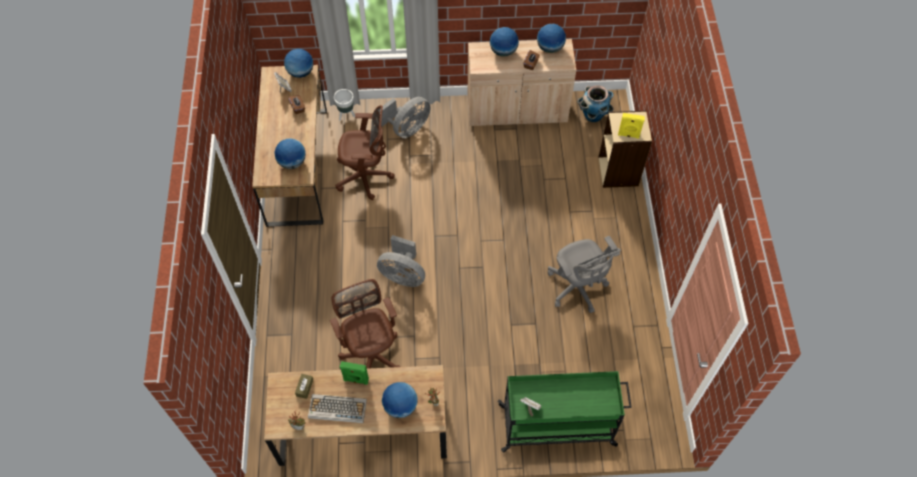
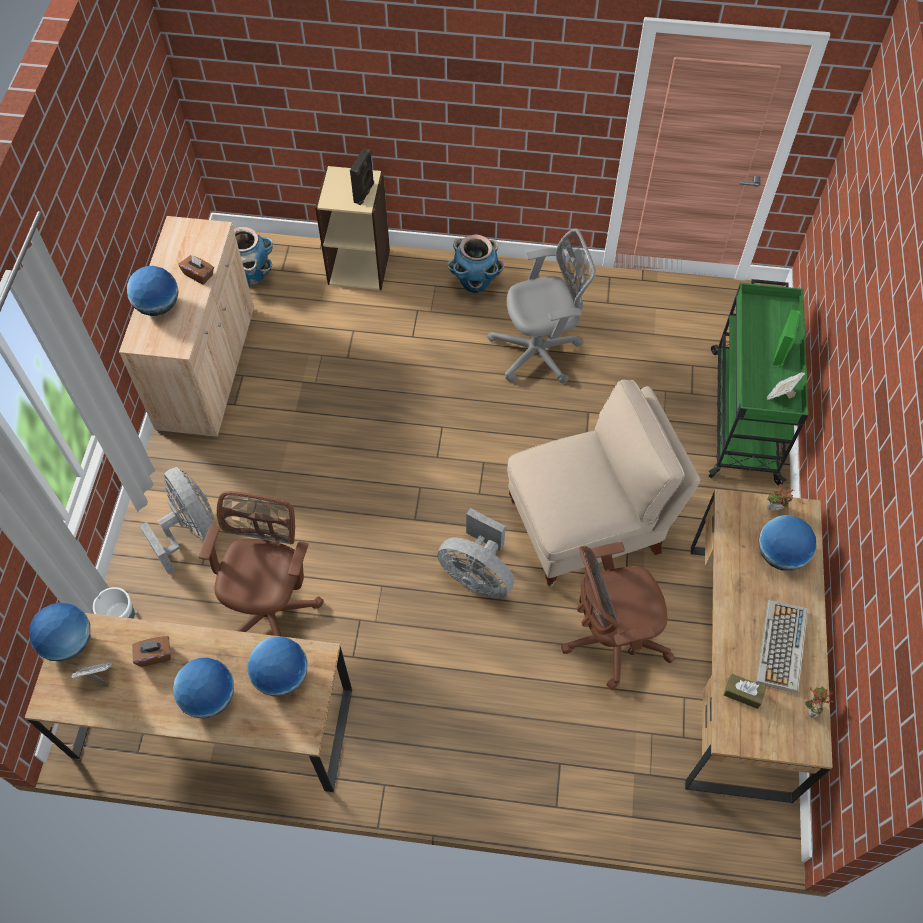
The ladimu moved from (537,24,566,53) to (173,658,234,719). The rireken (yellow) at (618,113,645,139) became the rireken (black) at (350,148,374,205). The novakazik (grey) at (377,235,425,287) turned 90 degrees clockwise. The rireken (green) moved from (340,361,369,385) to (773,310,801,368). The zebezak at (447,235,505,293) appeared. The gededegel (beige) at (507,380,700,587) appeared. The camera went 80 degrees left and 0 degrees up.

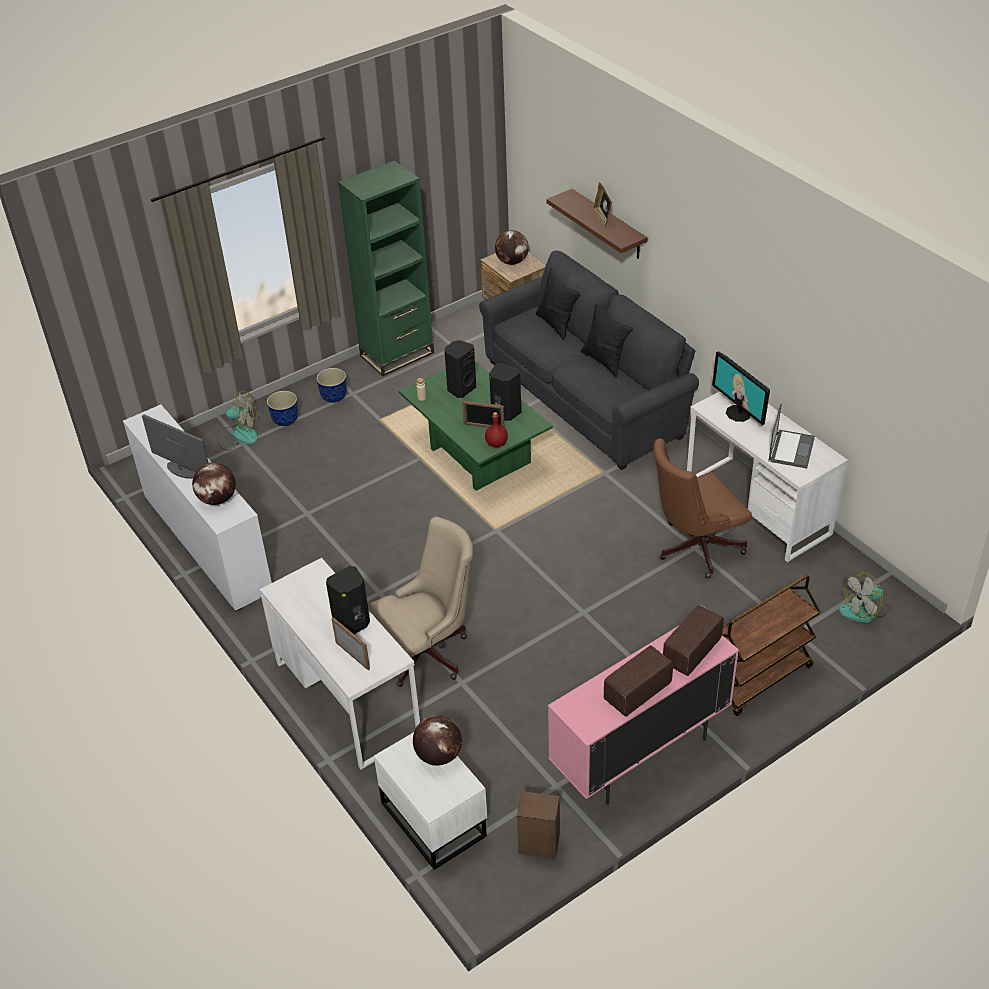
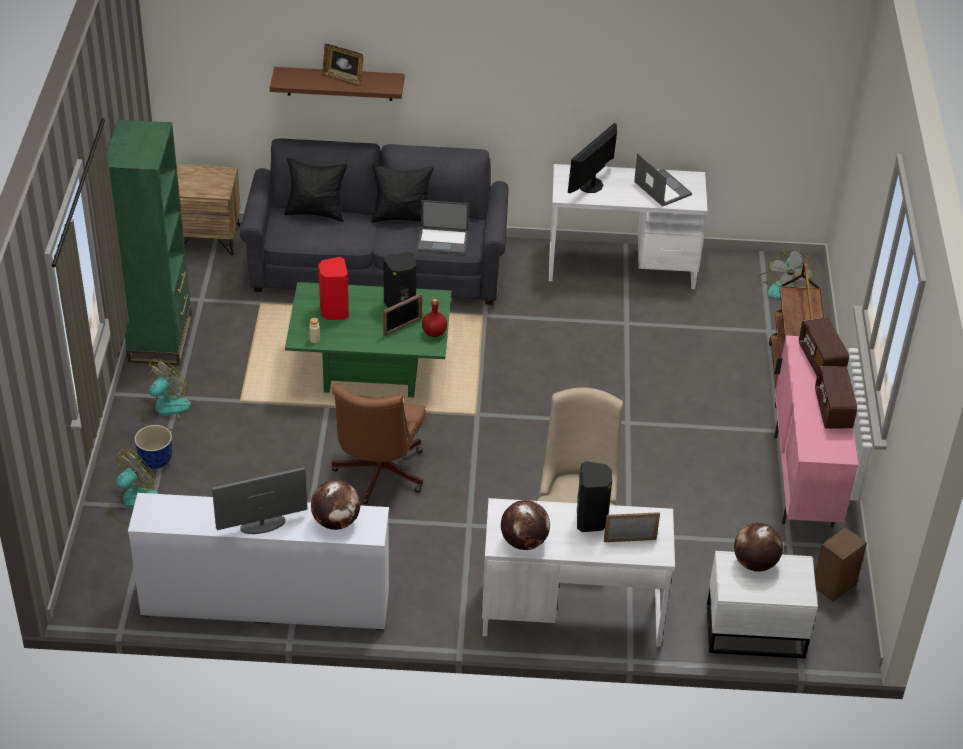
The ladimu moved from (495,230,529,265) to (501,500,550,550). The rireken (black) at (444,340,476,398) became the rireken (red) at (319,257,349,320). The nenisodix at (712,351,770,425) turned 120 degrees clockwise. The zebezak at (316,368,347,403) was replaced by the novakazik at (143,359,191,430). The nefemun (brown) moved from (654,438,752,578) to (331,383,426,504). The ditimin at (417,200,469,254) appeared. The camera went 55 degrees left and 0 degrees up.

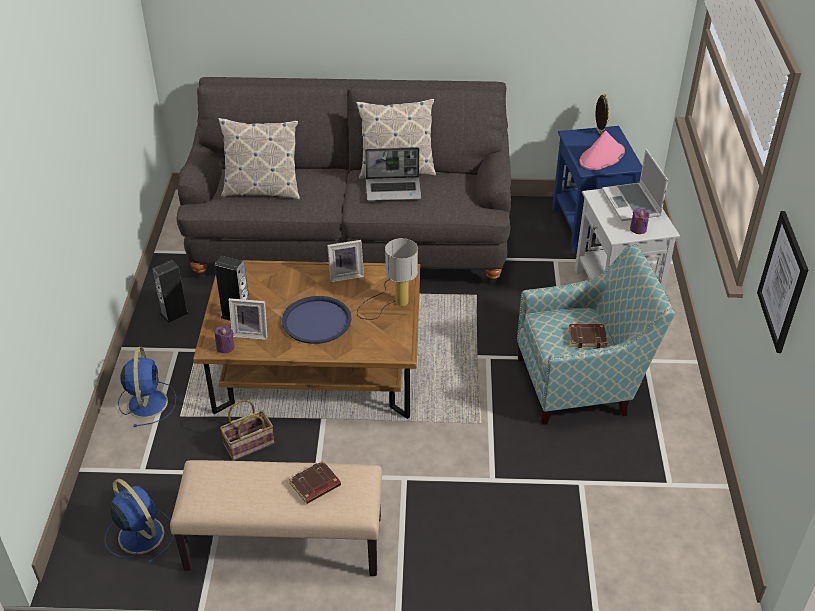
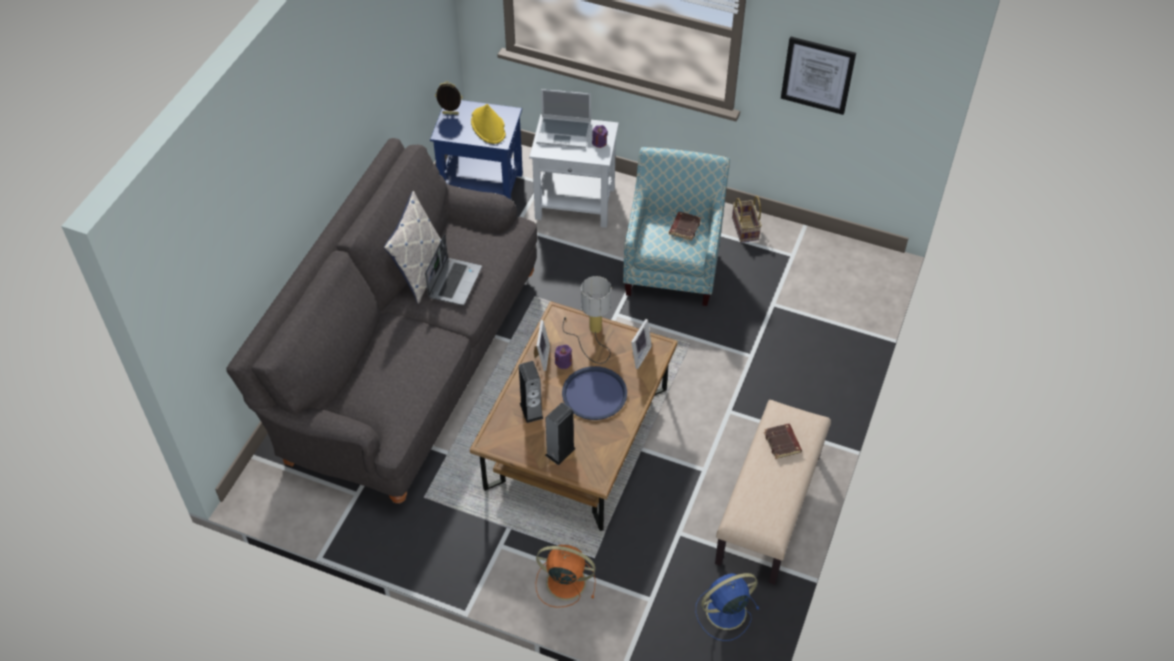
The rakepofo at (218,118,300,200) disappeared. The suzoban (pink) at (580,131,625,170) became the suzoban (yellow) at (471,104,506,144). The rireken moved from (152,260,189,323) to (519,361,544,423). The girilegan moved from (229,298,268,340) to (631,319,652,369). The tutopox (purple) moved from (214,325,235,353) to (555,345,572,369). The novakazik (blue) at (118,347,176,427) became the novakazik (orange) at (536,545,596,608). The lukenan moved from (220,400,274,461) to (732,196,762,243). The camera went 70 degrees left and 10 degrees up.

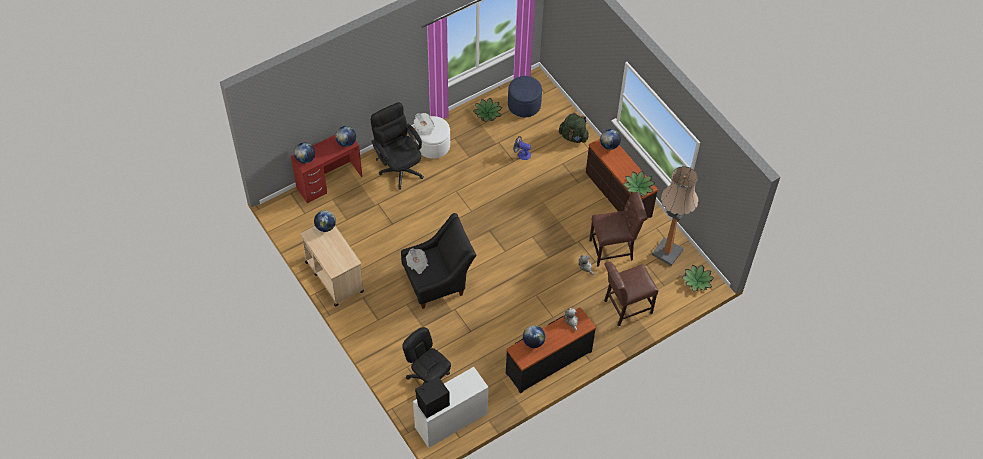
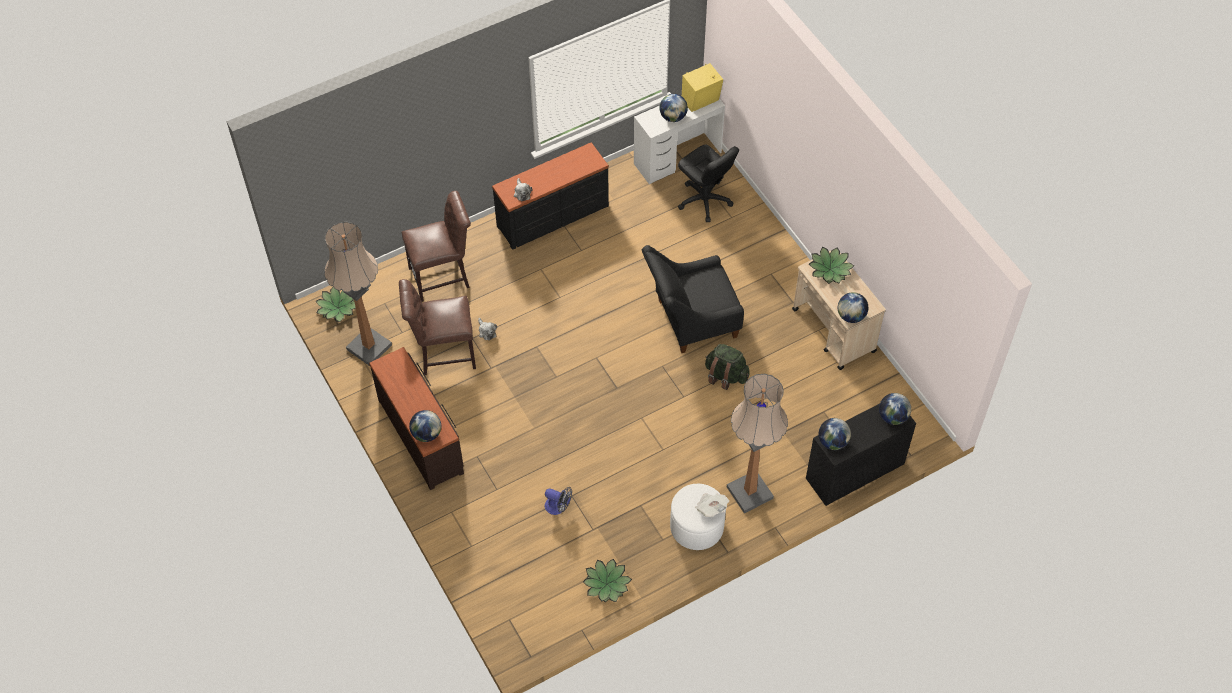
The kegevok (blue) at (508,76,542,117) disappeared. The nefemun (black) at (371,102,424,190) was replaced by the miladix at (727,374,788,513). The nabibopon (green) moved from (559,113,589,143) to (705,344,750,390). The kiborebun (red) at (291,134,362,204) became the kiborebun (black) at (806,404,916,506). The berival moved from (623,171,655,197) to (809,247,854,284). The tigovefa at (406,248,428,274) disappeared. The ladimu moved from (523,325,545,348) to (659,94,688,122). The rireken (black) at (415,376,450,418) became the rireken (yellow) at (682,63,723,112). The camera went 175 degrees left and 0 degrees up.

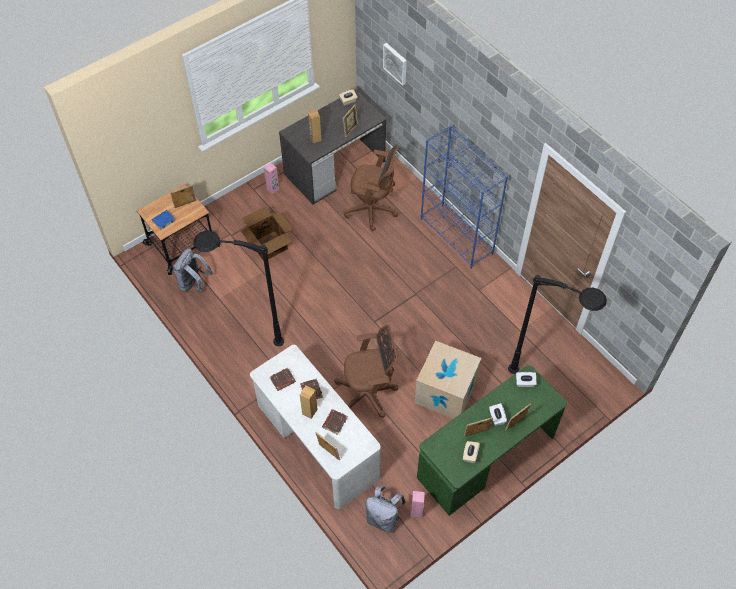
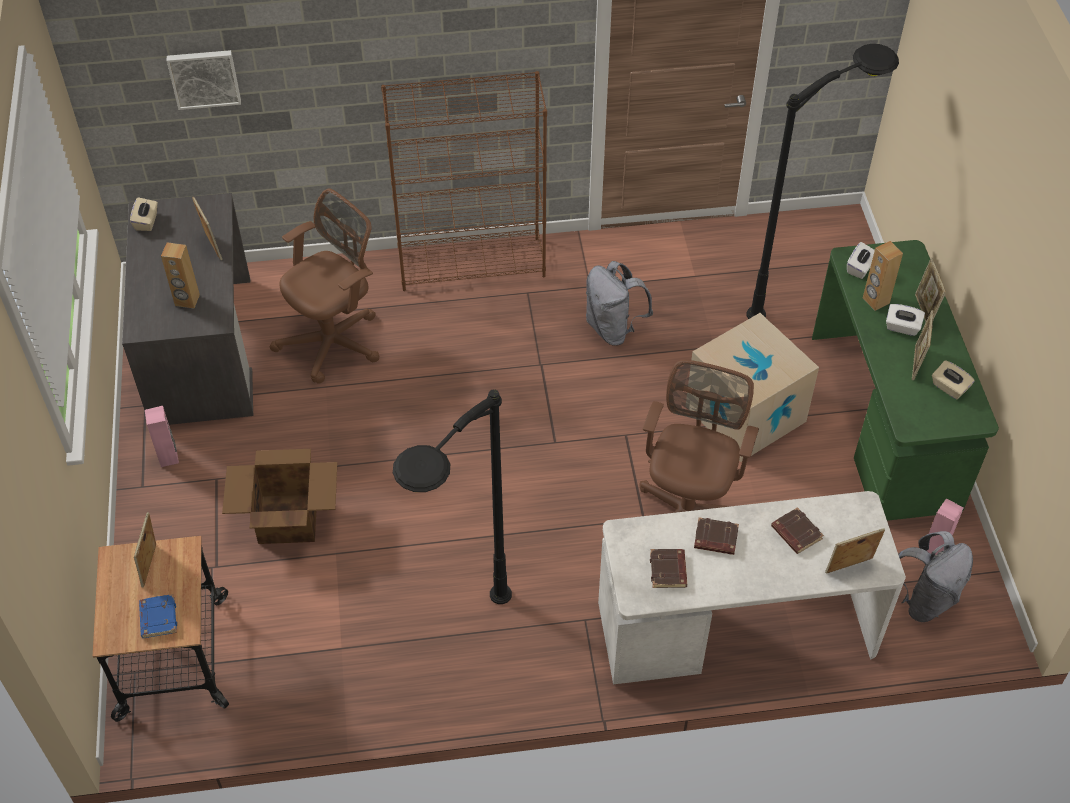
The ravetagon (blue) at (421,125,508,269) became the ravetagon (brown) at (381,71,547,291). The nabibopon (grey) moved from (173,249,213,293) to (586,261,653,346). The rireken (brown) moved from (300,385,318,419) to (863,241,903,311). The camera went 60 degrees left and 5 degrees down.

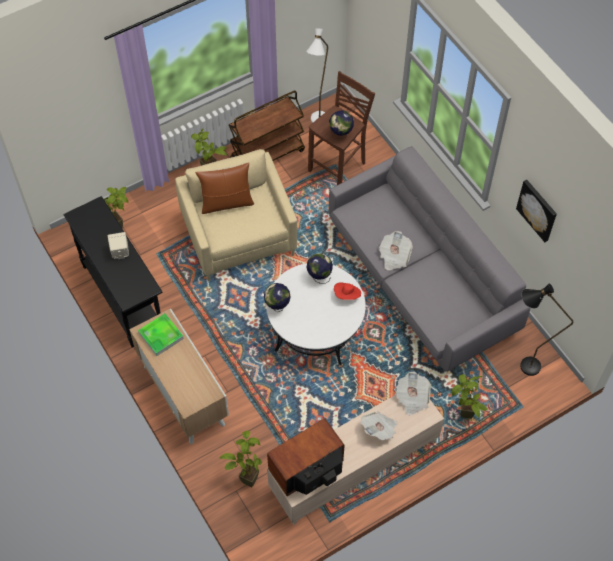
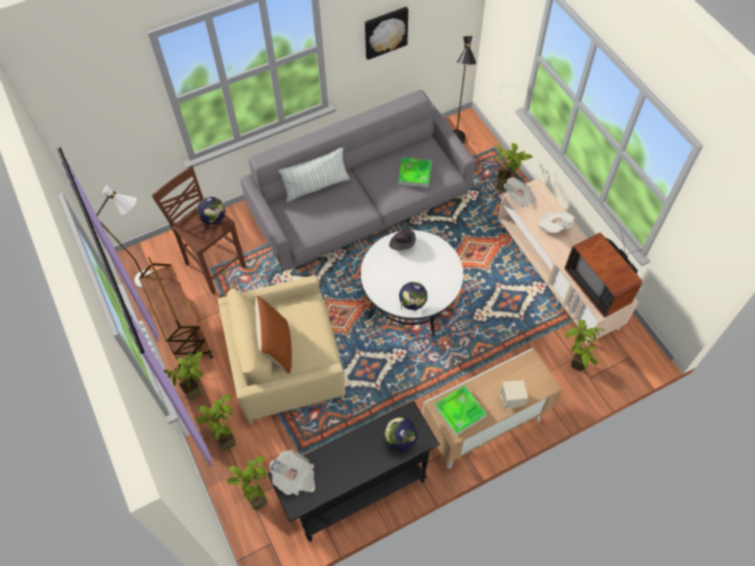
The tigovefa moved from (379,231,413,270) to (269,450,315,495). The rireken (beige) moved from (108,232,129,259) to (500,380,528,409). The ladimu moved from (307,253,333,284) to (384,417,418,451). The suzoban (red) at (334,283,361,300) became the suzoban (black) at (389,230,416,250). The rakepofo at (279,147,350,202) appeared. The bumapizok at (398,158,431,187) appeared. The berival at (195,395,236,451) appeared. The camera went 85 degrees left and 0 degrees up.

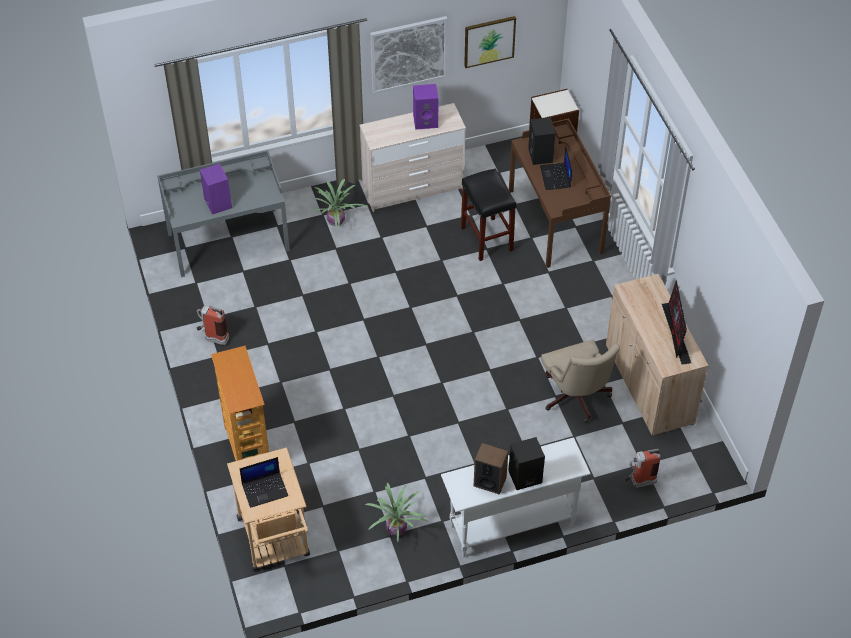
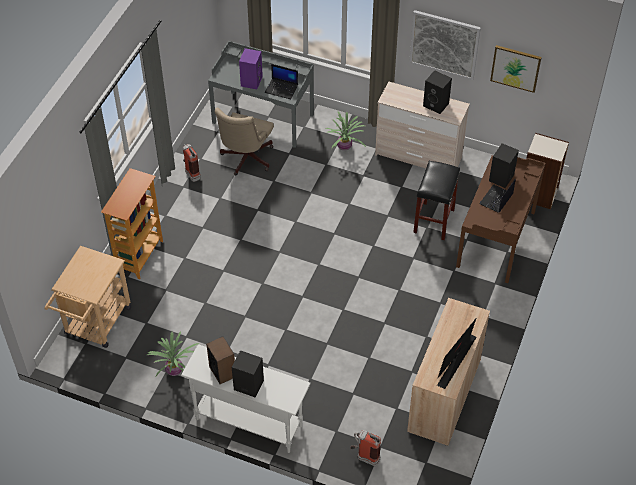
The rireken (purple) at (413,84,438,130) became the rireken (black) at (423,70,452,114). The nefemun (beige) moved from (541,339,620,423) to (215,108,274,176). The ditimin moved from (240,457,288,508) to (265,64,298,99). The camera went 40 degrees right and 0 degrees up.

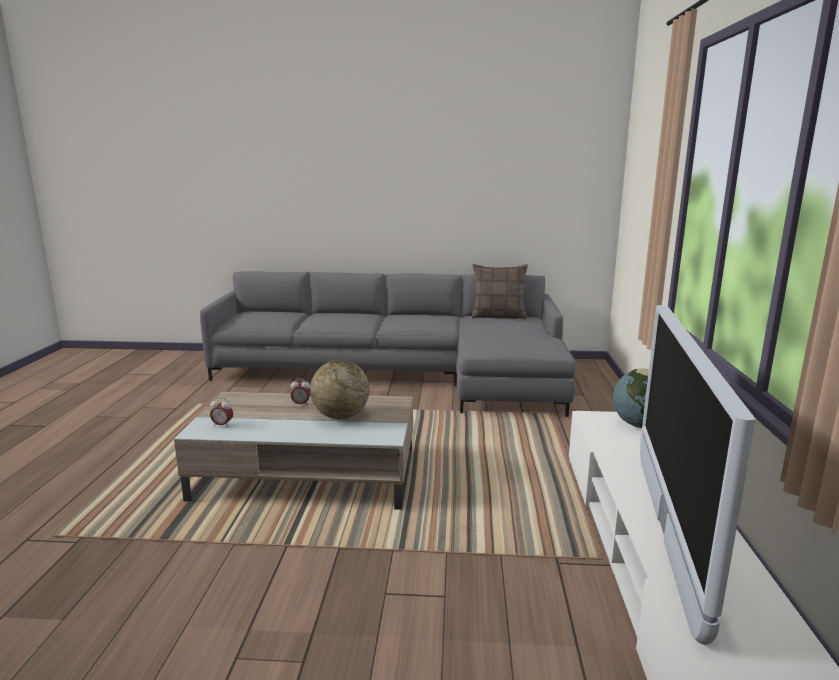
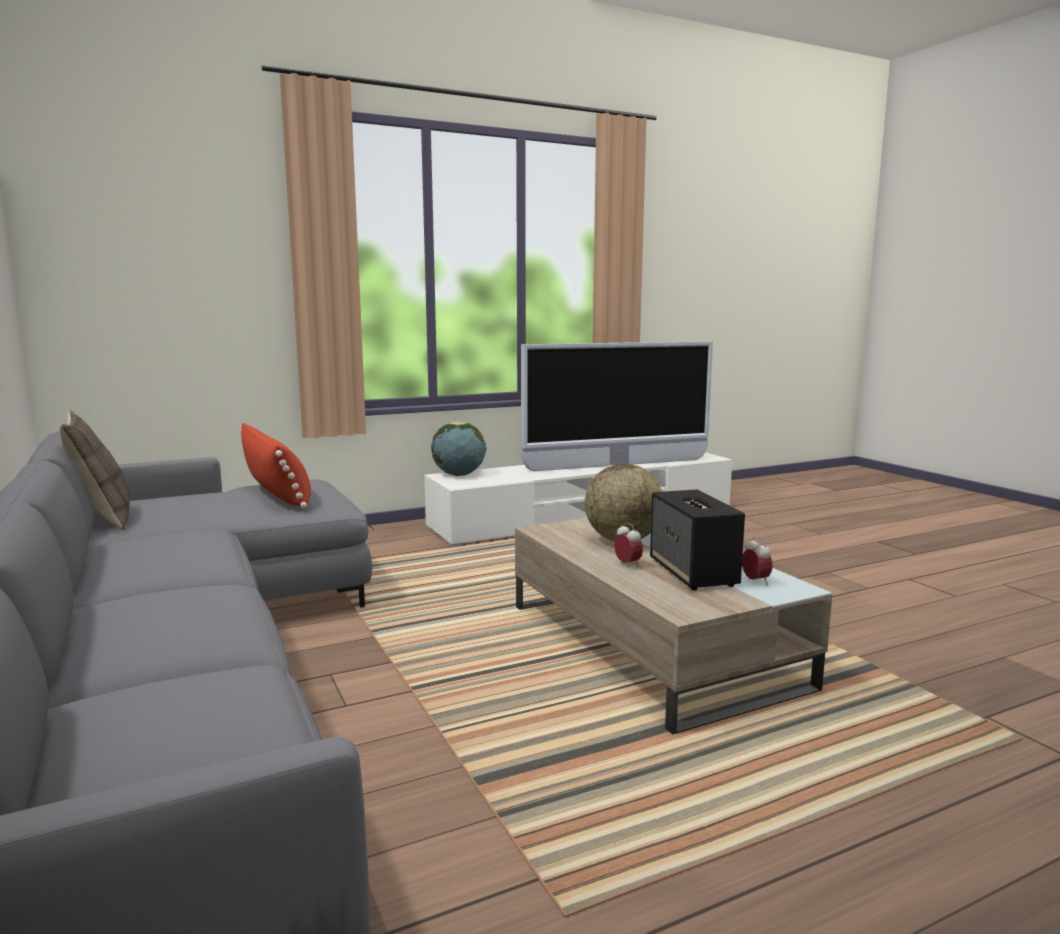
The rakepofo (red) at (240,423,311,508) appeared. The rireken at (650,489,745,590) appeared. The camera went 120 degrees left and 5 degrees down.

